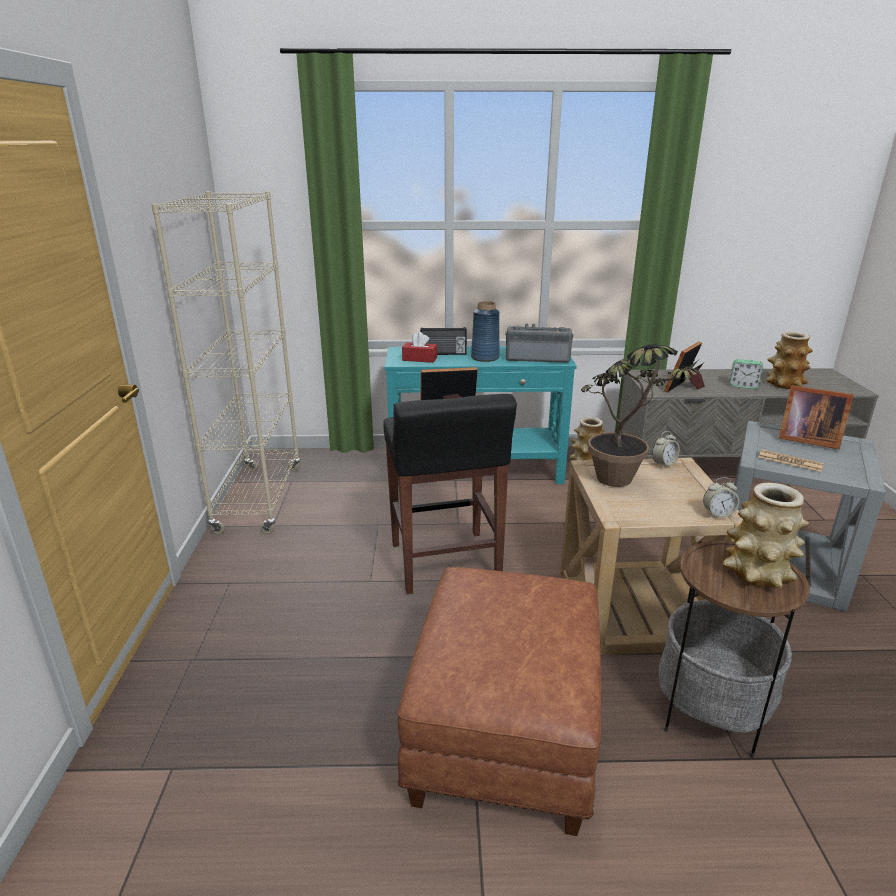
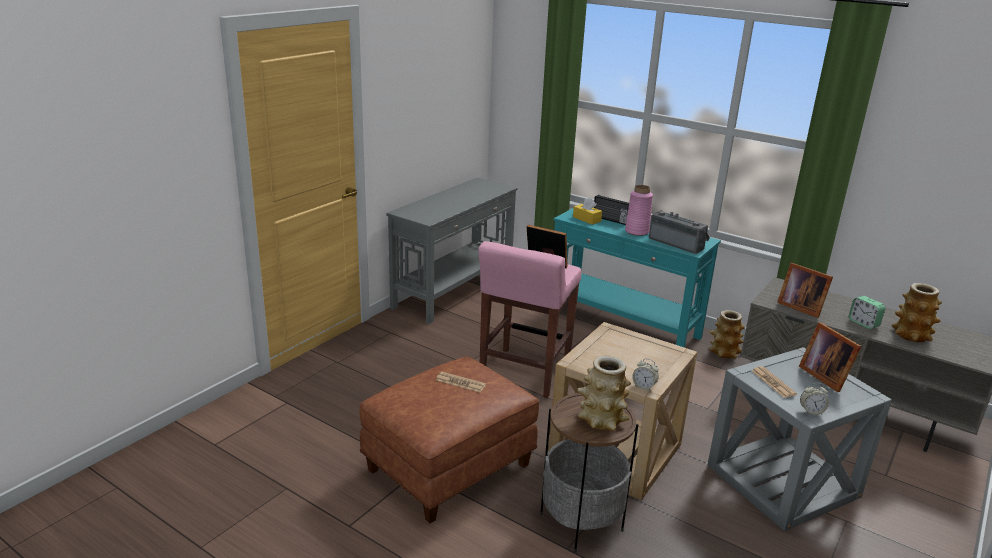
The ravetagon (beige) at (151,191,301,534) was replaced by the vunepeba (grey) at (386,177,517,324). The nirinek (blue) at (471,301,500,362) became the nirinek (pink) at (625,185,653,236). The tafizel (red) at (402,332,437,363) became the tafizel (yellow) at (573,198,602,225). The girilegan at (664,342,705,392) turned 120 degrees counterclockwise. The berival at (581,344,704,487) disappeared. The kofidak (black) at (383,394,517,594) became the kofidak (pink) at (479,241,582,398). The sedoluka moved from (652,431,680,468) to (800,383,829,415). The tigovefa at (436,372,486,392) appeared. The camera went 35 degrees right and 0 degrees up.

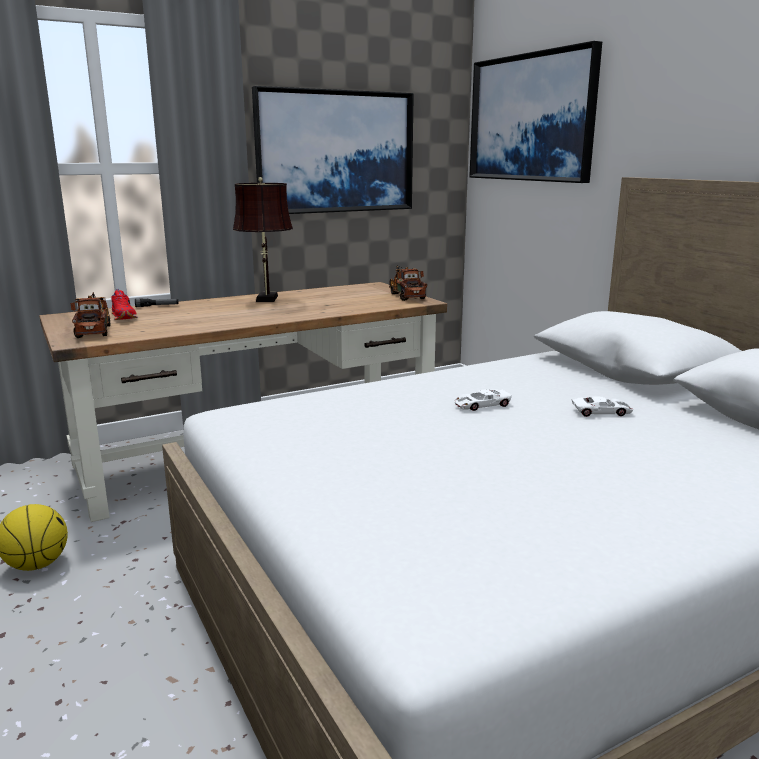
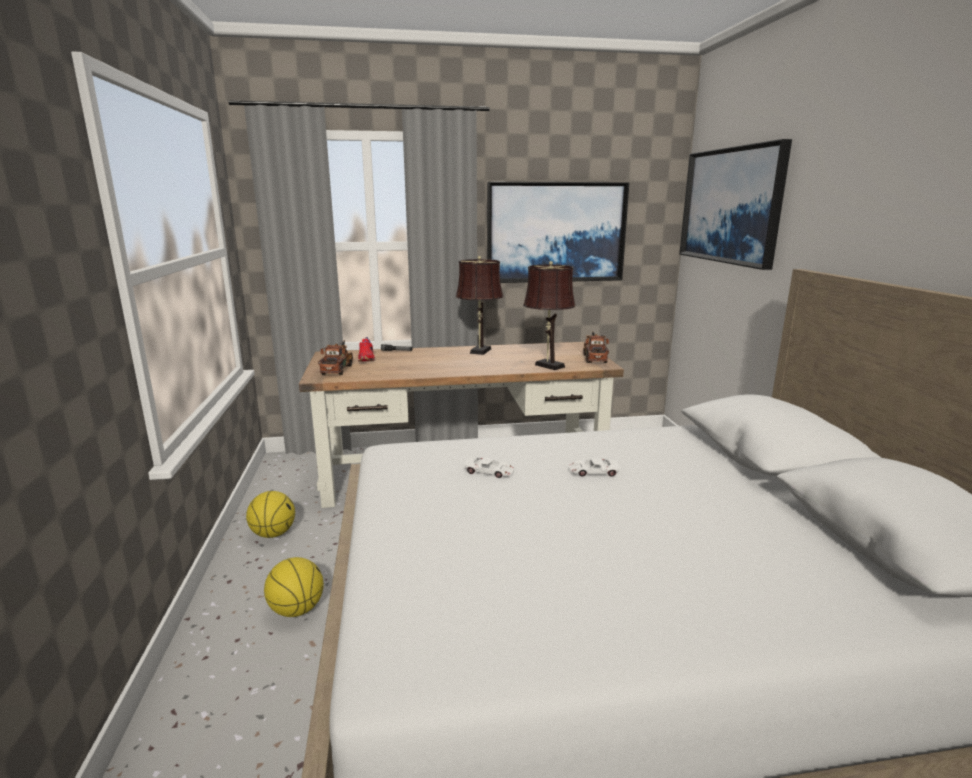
The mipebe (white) moved from (572,396,633,417) to (464,457,514,478). The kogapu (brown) at (523,261,576,370) appeared. The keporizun at (264,557,324,617) appeared. The camera went 20 degrees right and 0 degrees up.

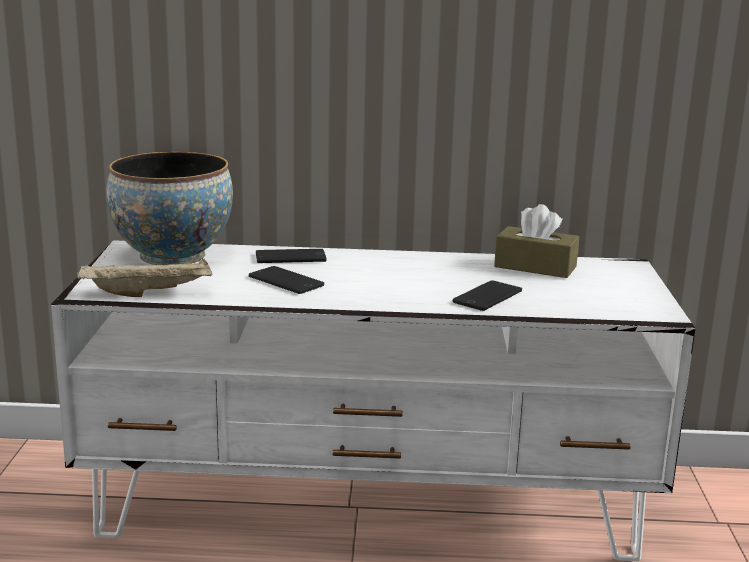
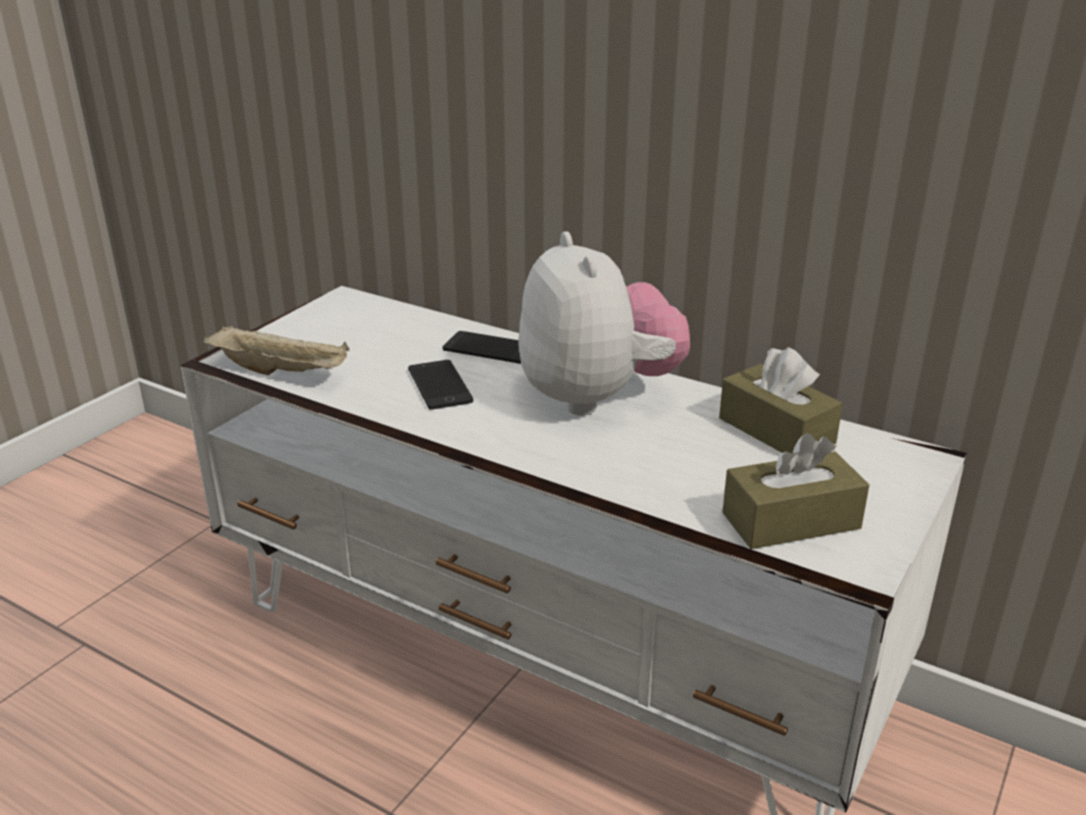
The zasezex at (106,152,233,265) disappeared. The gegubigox at (453,280,522,311) disappeared. The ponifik at (518,231,690,416) appeared. The tafizel (brown) at (722,433,869,549) appeared. The camera went 30 degrees right and 10 degrees up.

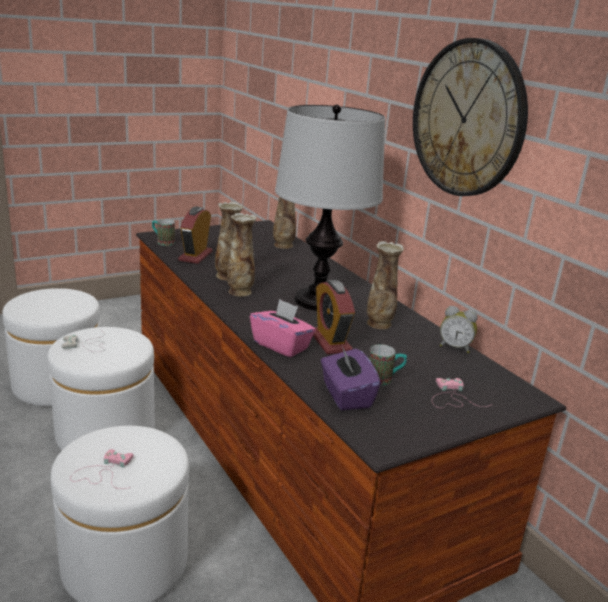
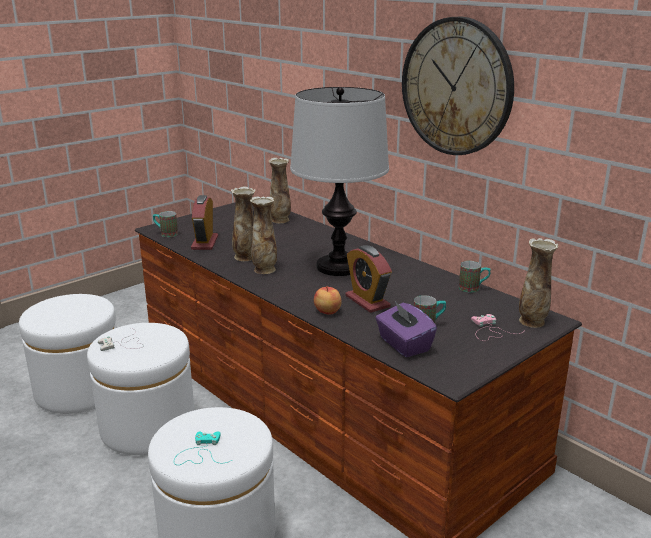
The nirinek moved from (367,241,404,329) to (519,238,559,328). The tafizel (pink) at (250,299,316,357) was replaced by the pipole at (314,286,342,315). The sedoluka at (440,306,477,353) was replaced by the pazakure at (459,261,491,292). The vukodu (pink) at (70,449,133,489) became the vukodu (turquoise) at (174,431,232,465). The camera went 10 degrees left and 0 degrees up.

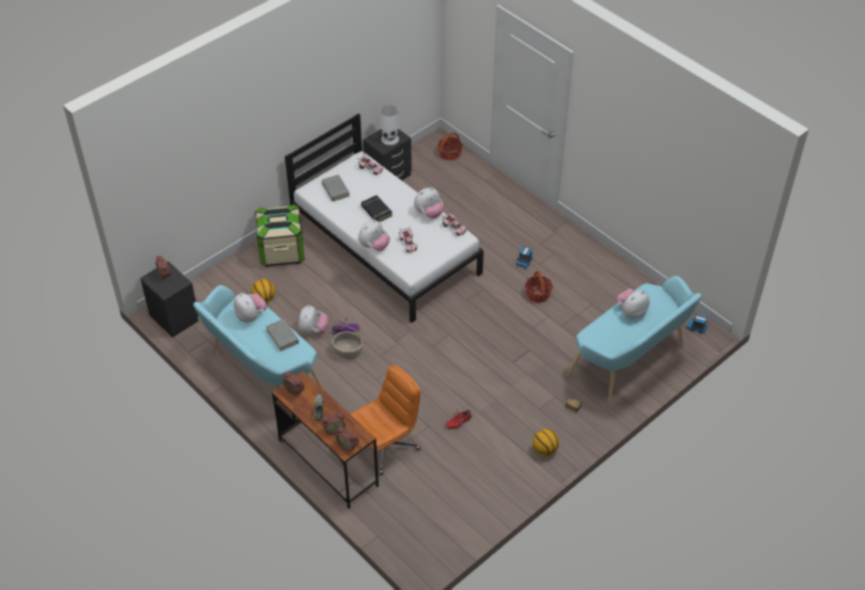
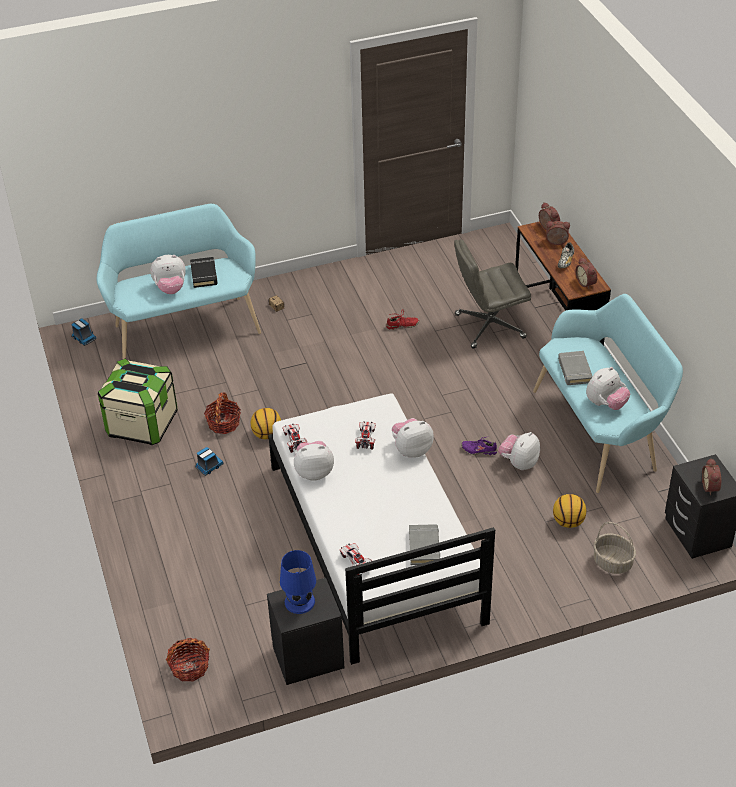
The kogapu (white) at (379,105,400,145) became the kogapu (blue) at (280,550,316,614). The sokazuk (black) moved from (361,195,393,222) to (190,257,218,288). The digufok moved from (255,204,305,267) to (98,358,178,445). The ponifik at (234,293,267,322) turned 120 degrees counterclockwise. The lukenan moved from (332,325,363,359) to (593,522,636,574). The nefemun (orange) at (351,365,421,475) became the nefemun (grey) at (454,239,531,349). The keporizun moved from (533,429,559,456) to (251,408,281,439). The camera went 155 degrees left and 5 degrees down.

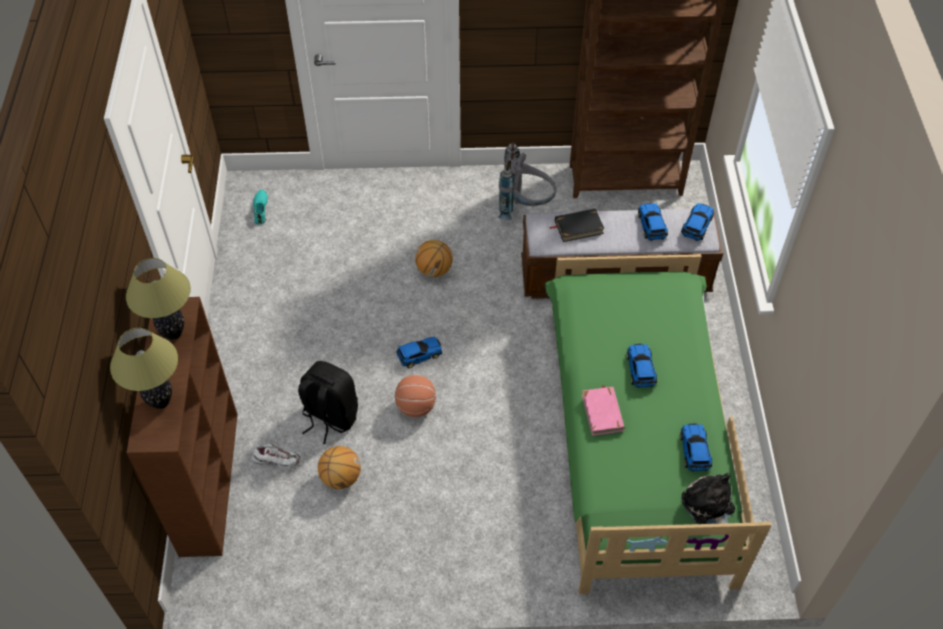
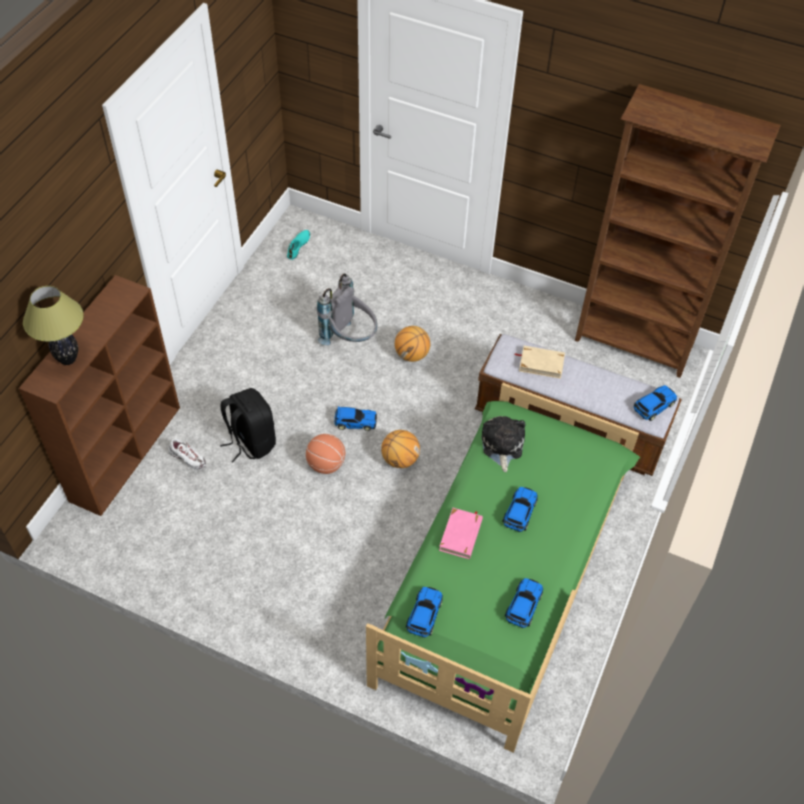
The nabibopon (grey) moved from (498,142,556,220) to (317,273,377,345). The mipebe moved from (638,203,668,241) to (406,587,443,638). The sokazuk (black) at (550,208,604,242) became the sokazuk (beige) at (514,346,565,379). The kogapu at (126,258,191,340) disappeared. The keporizun moved from (318,446,361,489) to (381,430,420,468). The ponifik moved from (682,473,735,524) to (482,416,525,472). The camera went 25 degrees right and 0 degrees up.

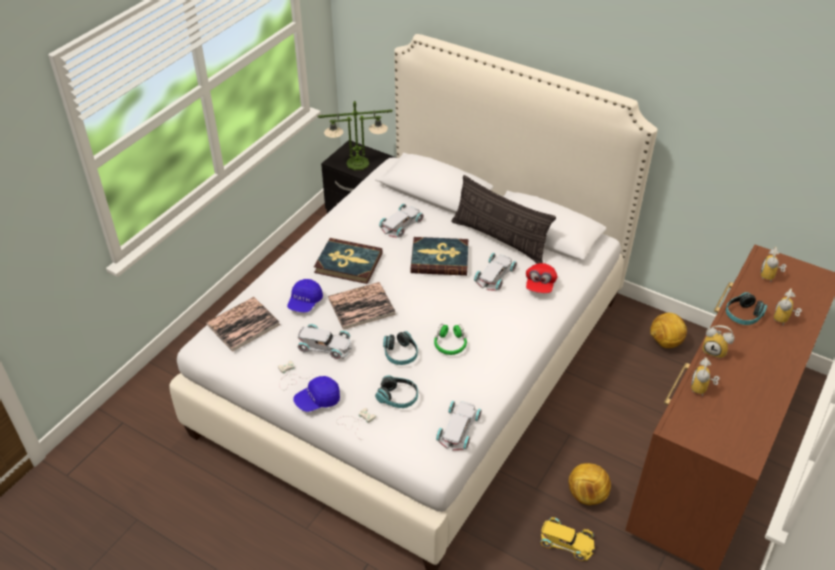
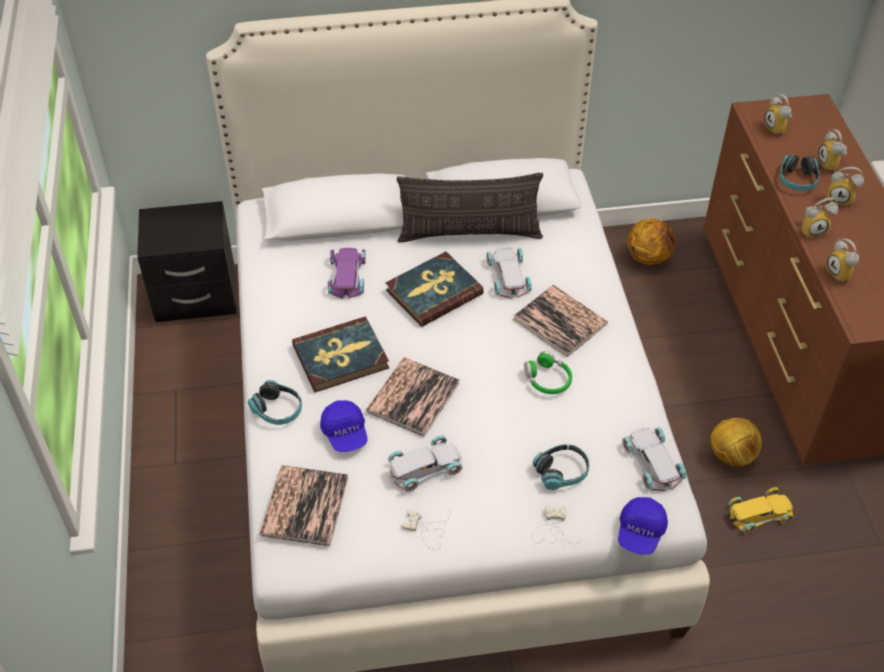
The kogapu at (317,101,393,170) disappeared. The mipebe (white) at (379,204,424,238) became the mipebe (purple) at (328,248,366,299). The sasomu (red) at (526,263,558,293) disappeared. The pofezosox at (650,313,687,348) was replaced by the keporizun at (628,218,675,265). The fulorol moved from (383,331,418,365) to (248,380,302,425). The sasomu (blue) moved from (293,376,340,412) to (618,497,668,555). The sedoluka at (827,167,864,207) appeared. The sokazuk at (514,285,608,357) appeared. The camera went 40 degrees left and 5 degrees up.

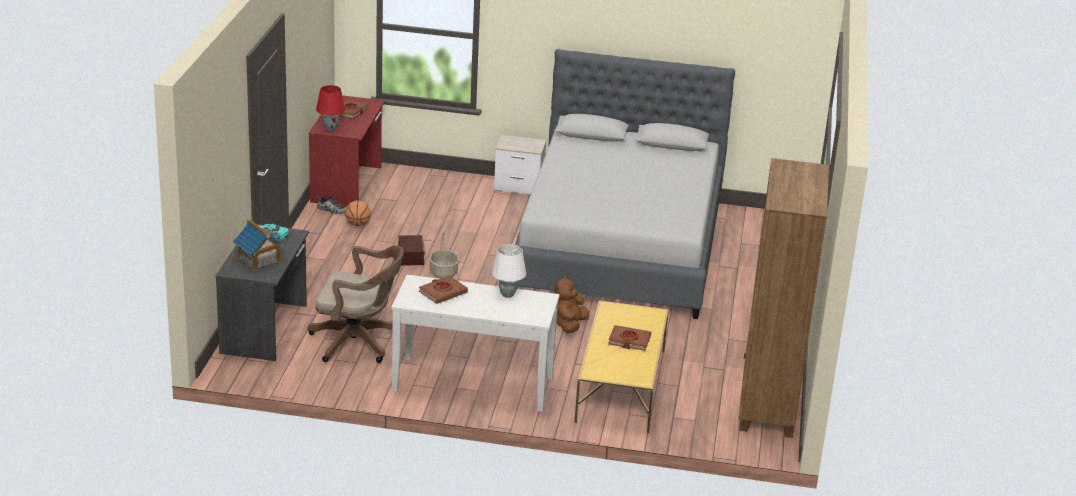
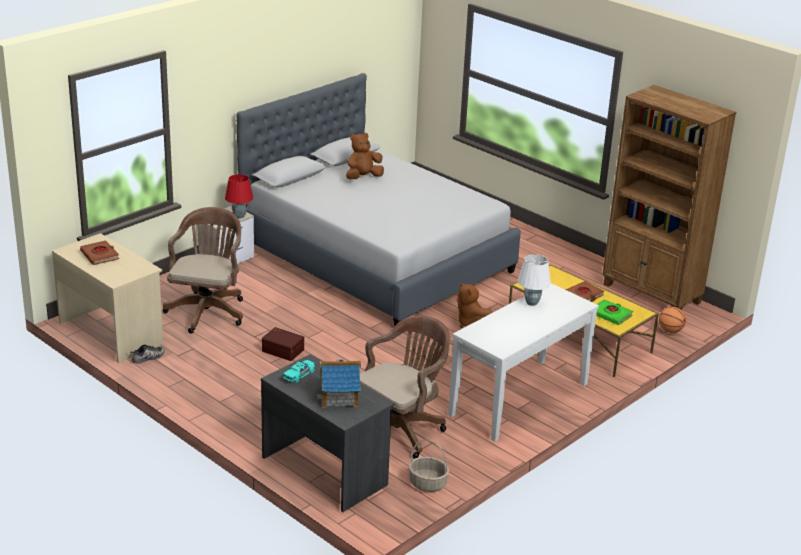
The kogapu (red) moved from (316,85,345,131) to (225,174,253,219). The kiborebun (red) at (309,95,385,207) became the kiborebun (beige) at (52,233,163,363). The keporizun moved from (345,200,371,226) to (659,307,686,333). The lukenan moved from (429,232,459,278) to (409,440,449,492). The sokazuk (brown) at (419,276,468,304) disappeared. The ponifik (brown) at (346,133,384,179) appeared. The nefemun (brown) at (163,207,243,334) appeared. The sokazuk (green) at (596,299,633,325) appeared. The camera went 55 degrees left and 0 degrees up.

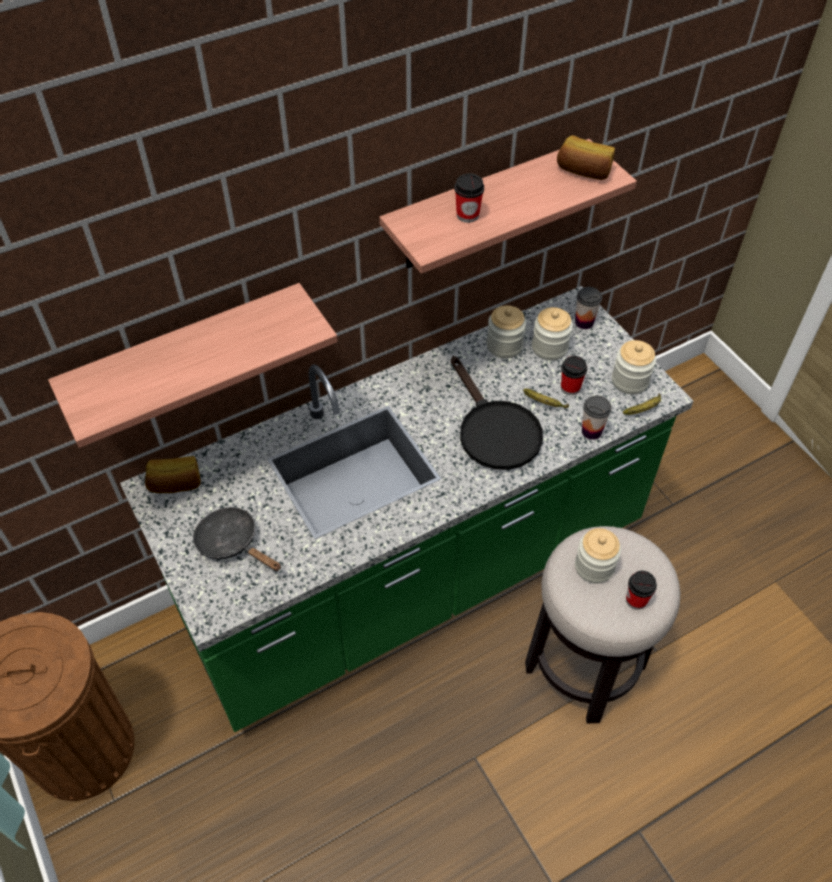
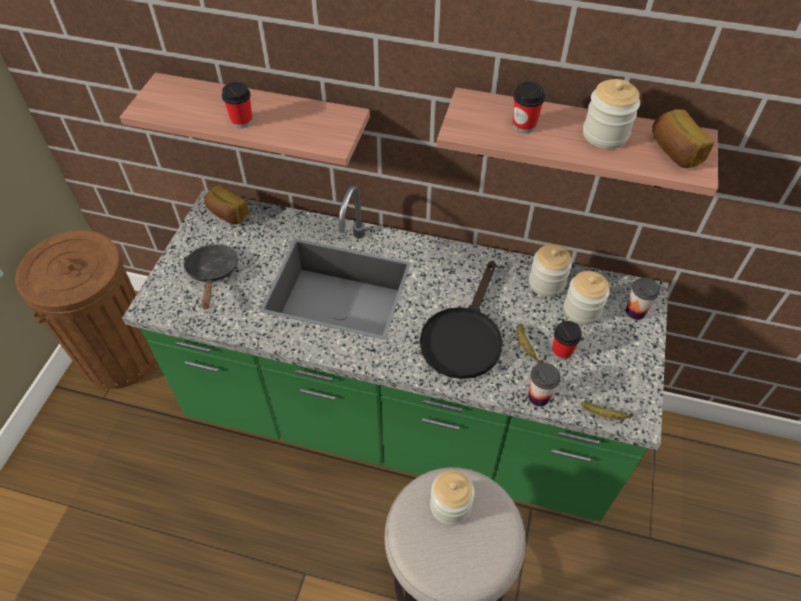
The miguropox moved from (612,340,656,394) to (583,79,640,149). The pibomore moved from (626,571,657,610) to (222,82,252,128). The camera went 45 degrees right and 0 degrees up.

